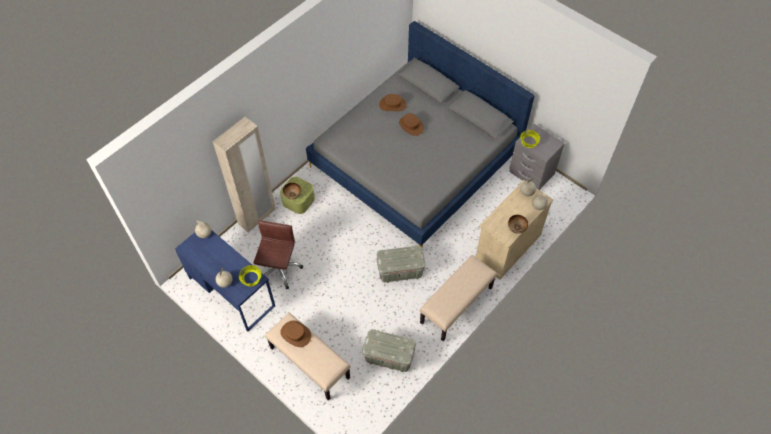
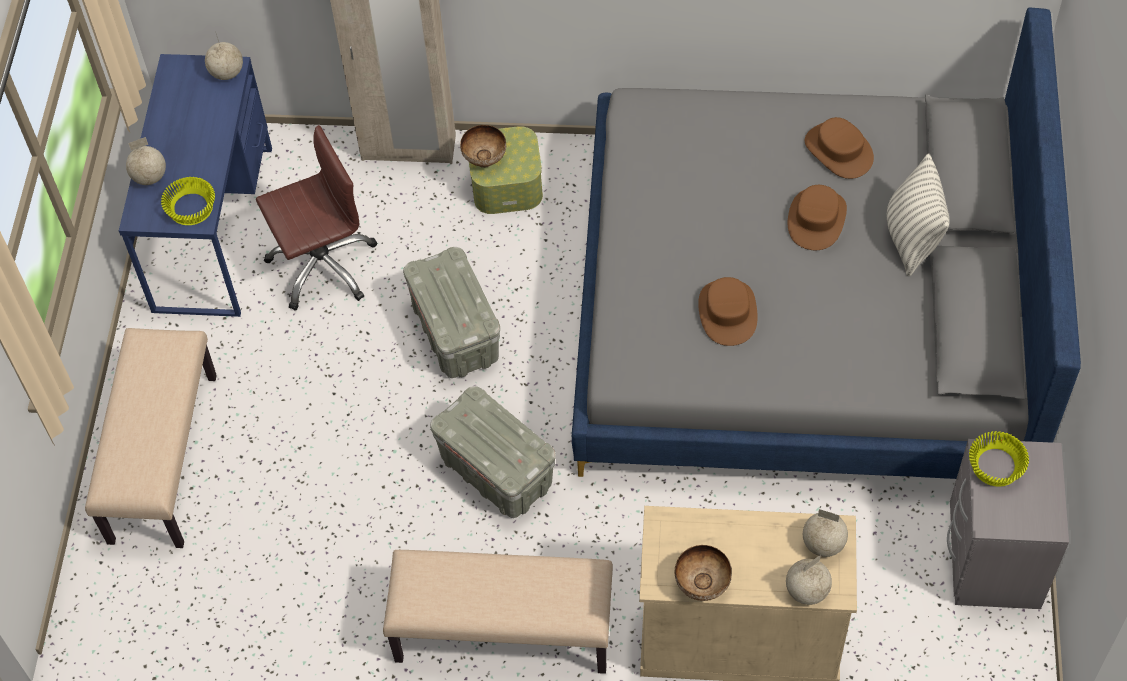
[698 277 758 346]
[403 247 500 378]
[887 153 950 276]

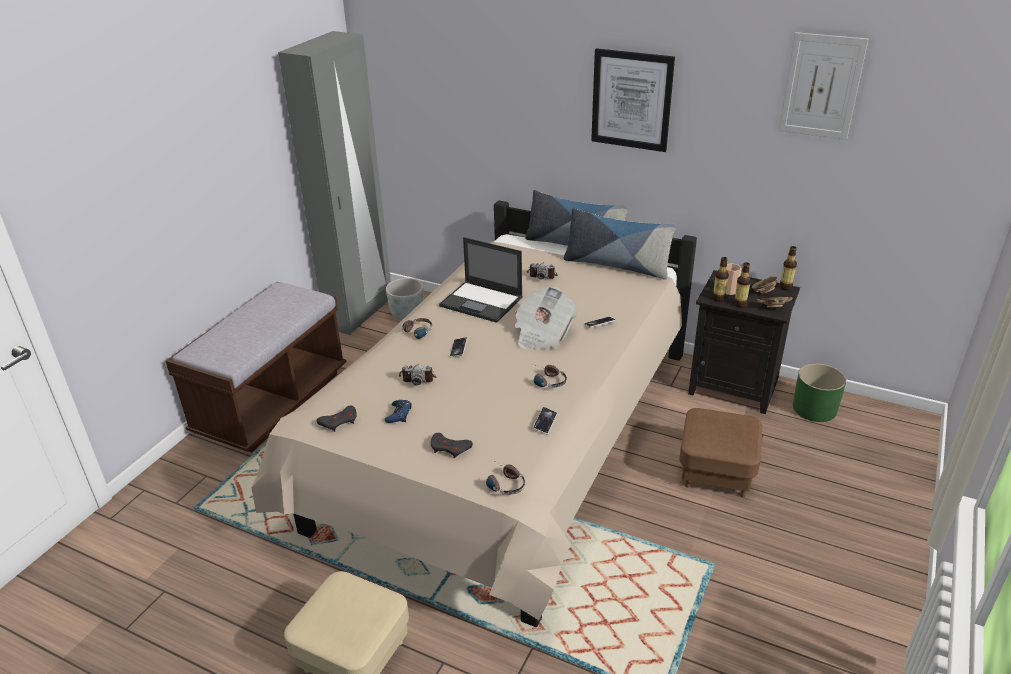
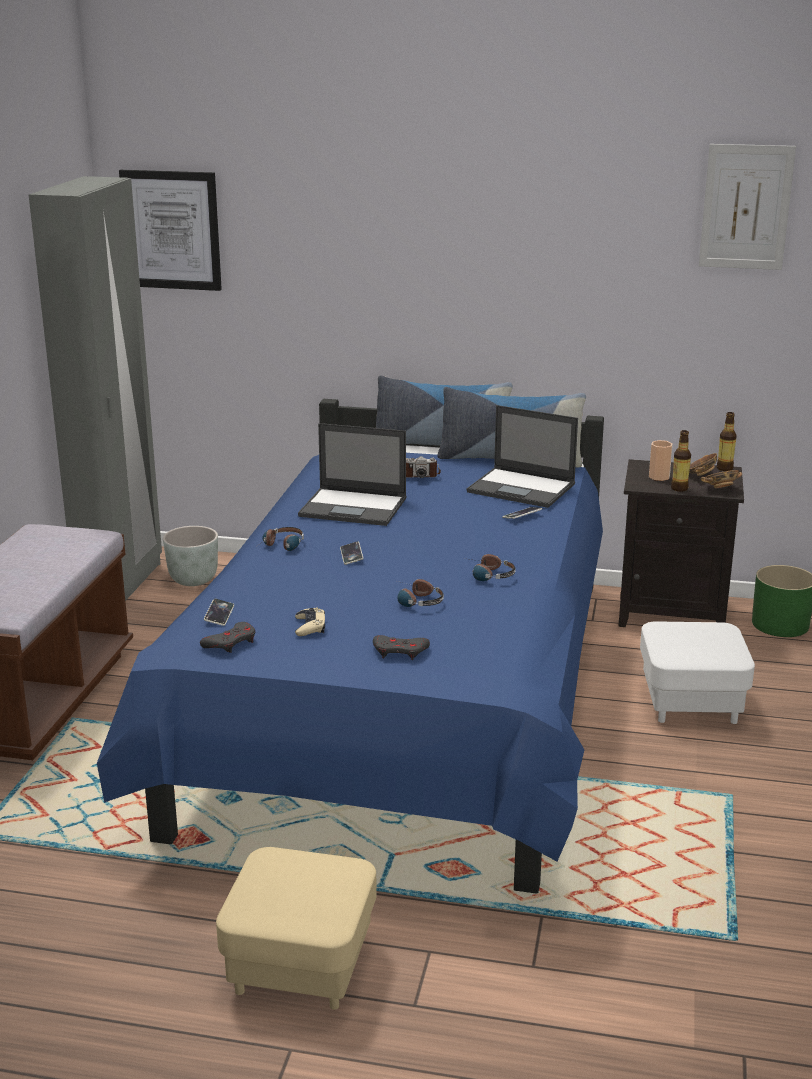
[119 170 222 291]
[97 399 604 894]
[712 257 729 302] (first image)
[515 286 577 349] (first image)
[399 364 436 386] (first image)
[295 608 325 636]
[204 599 234 626]
[640 621 755 724]
[397 579 444 607]
[467 405 578 508]

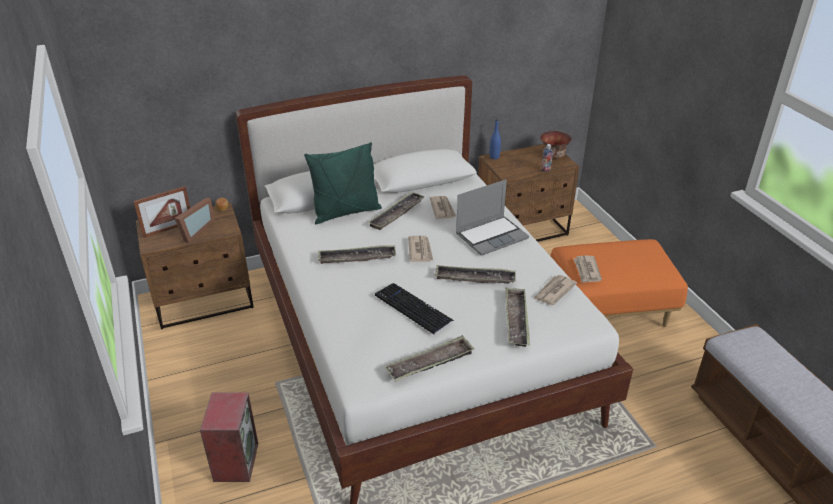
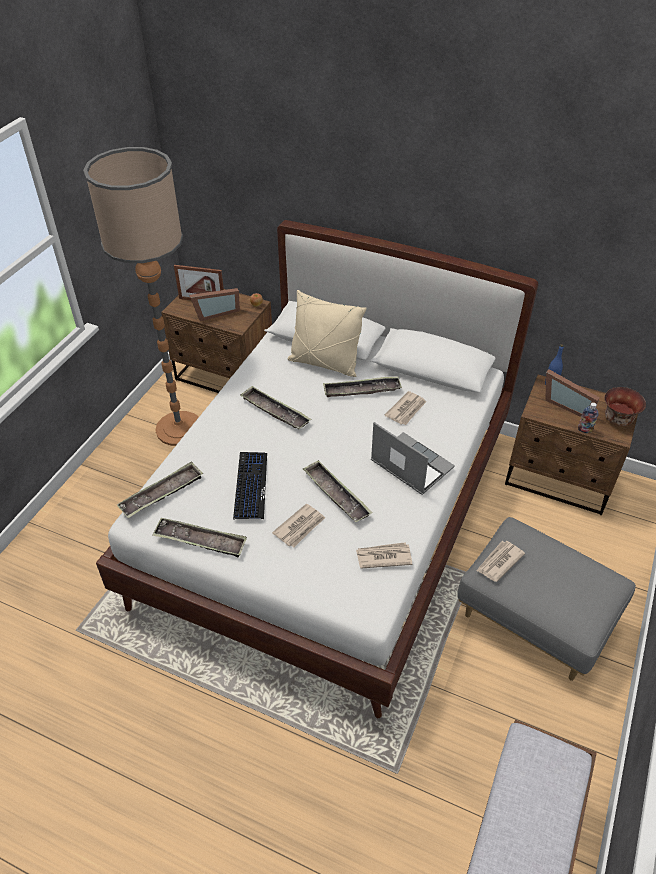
[288 290 367 377]
[371 422 455 495]
[272 503 325 547]
[457 517 636 681]
[117 461 203 518]
[200 392 258 482] (first image)
[83 147 199 446]
[545 369 600 417]

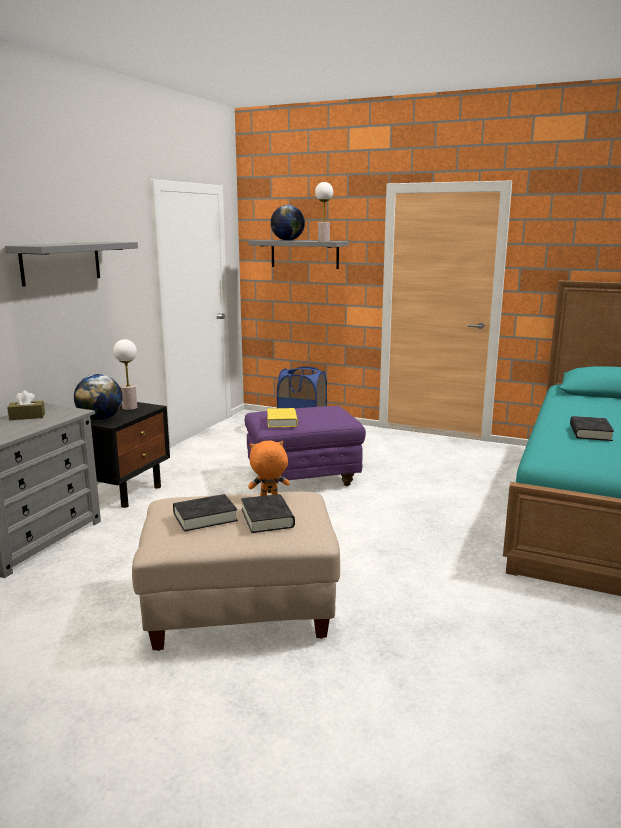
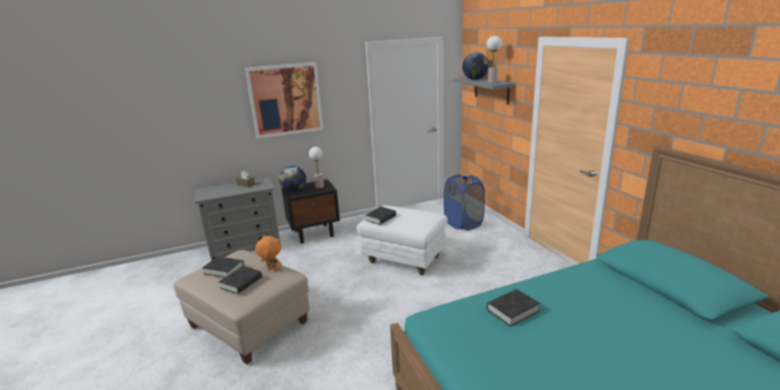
[245 62 324 139]
[357 205 448 275]
[365 207 396 225]

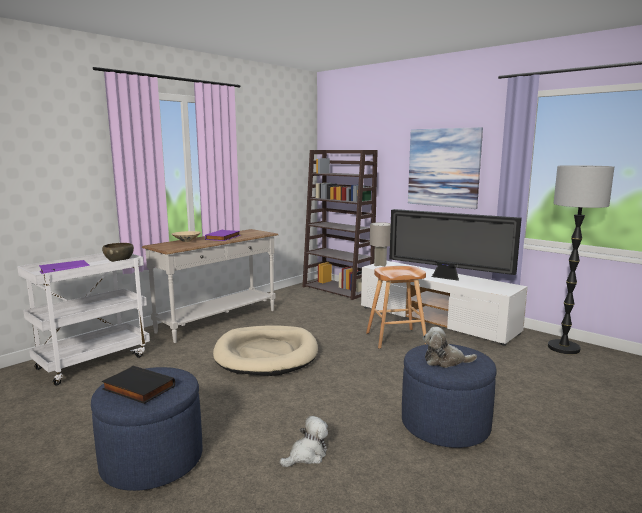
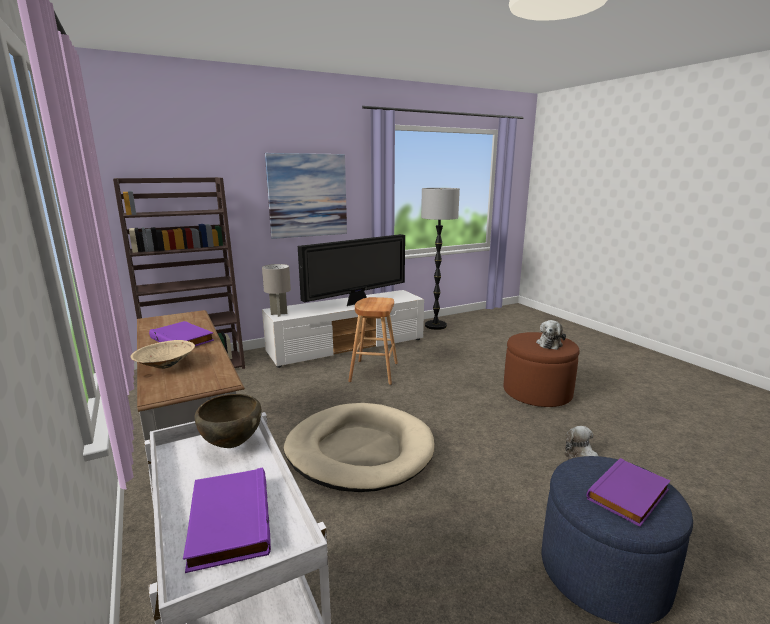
[504 332 579 407]
[586 458 670 527]

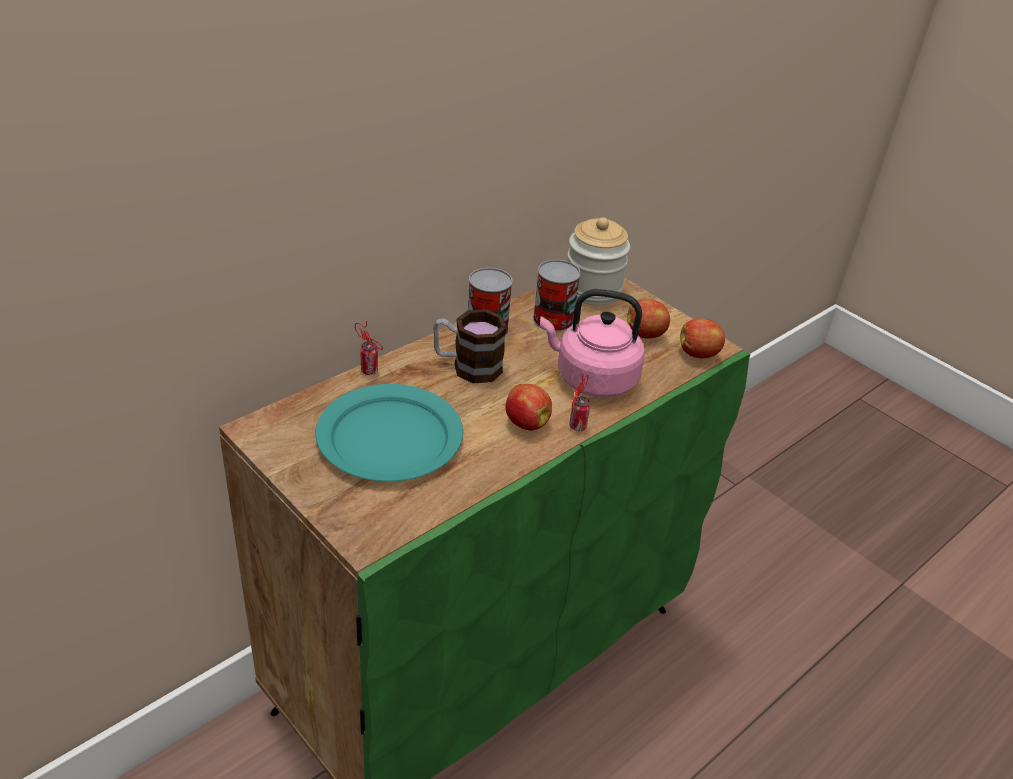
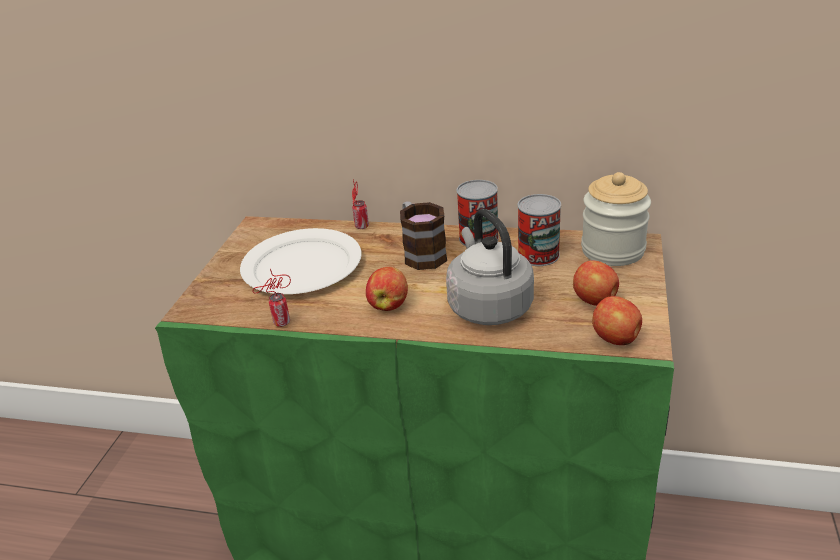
[446 209 534 325]
[252 269 291 327]
[240 228 362 294]

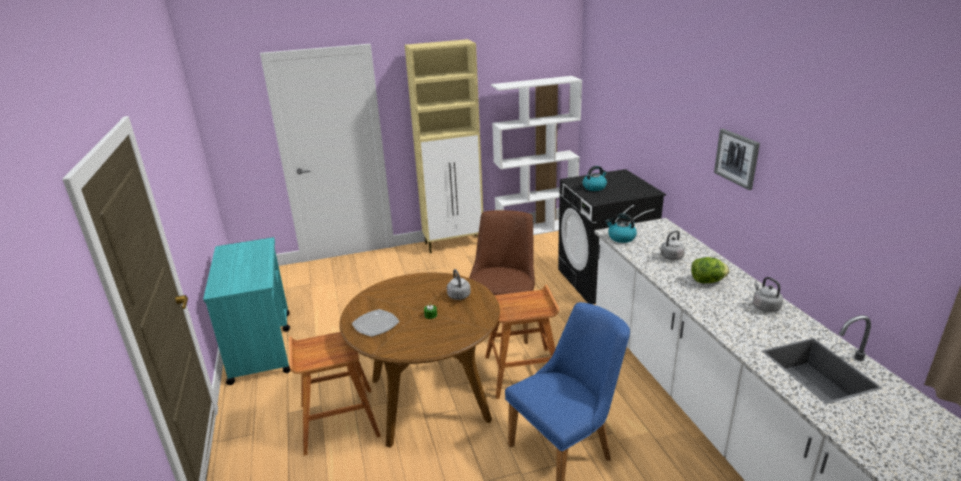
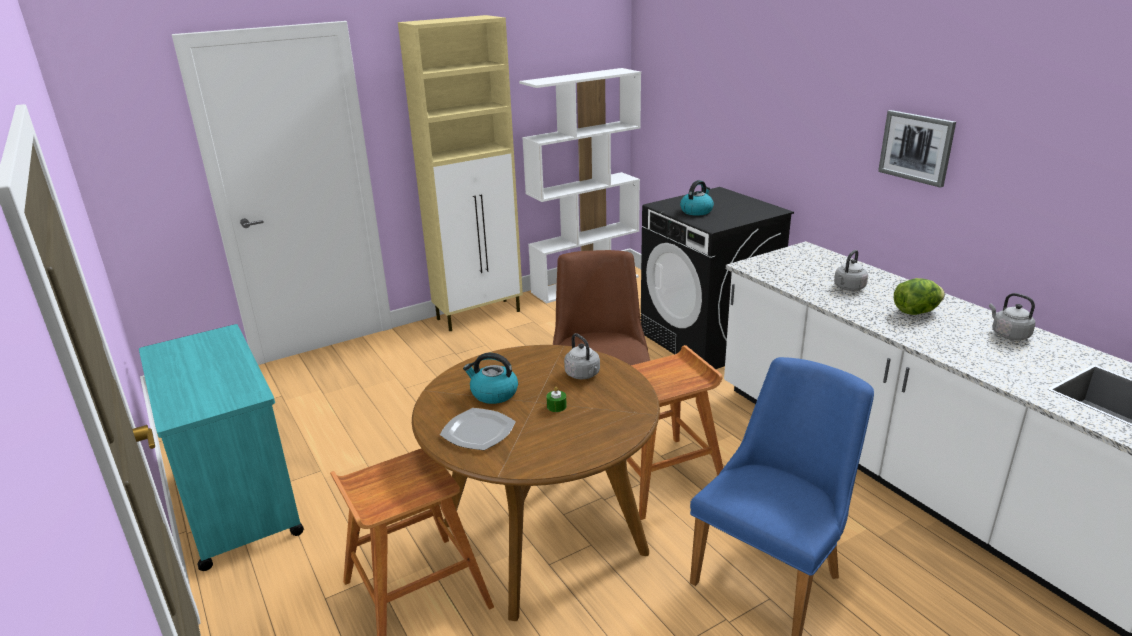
[463 353 518 404]

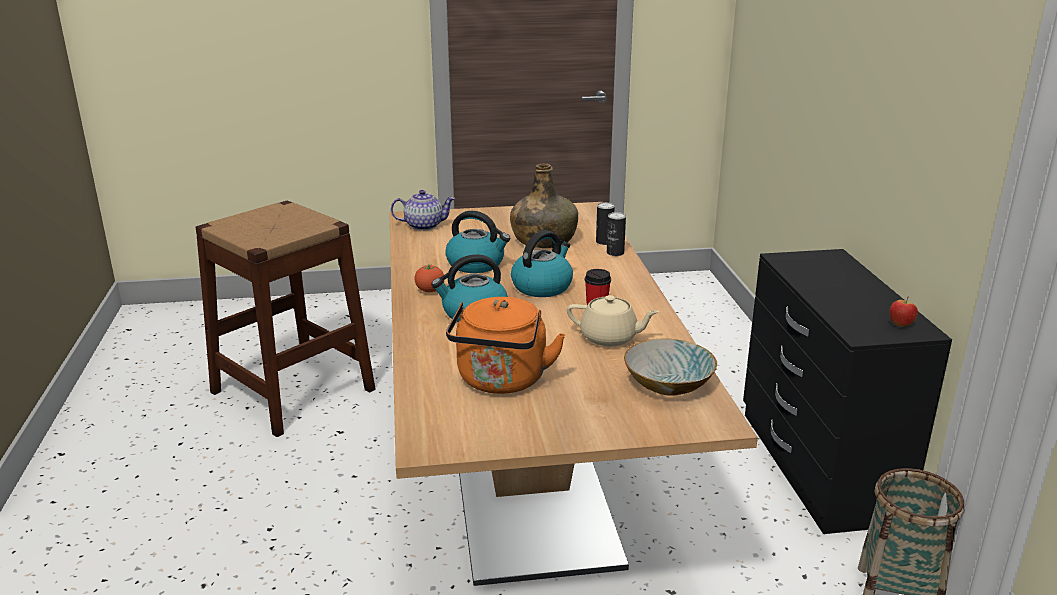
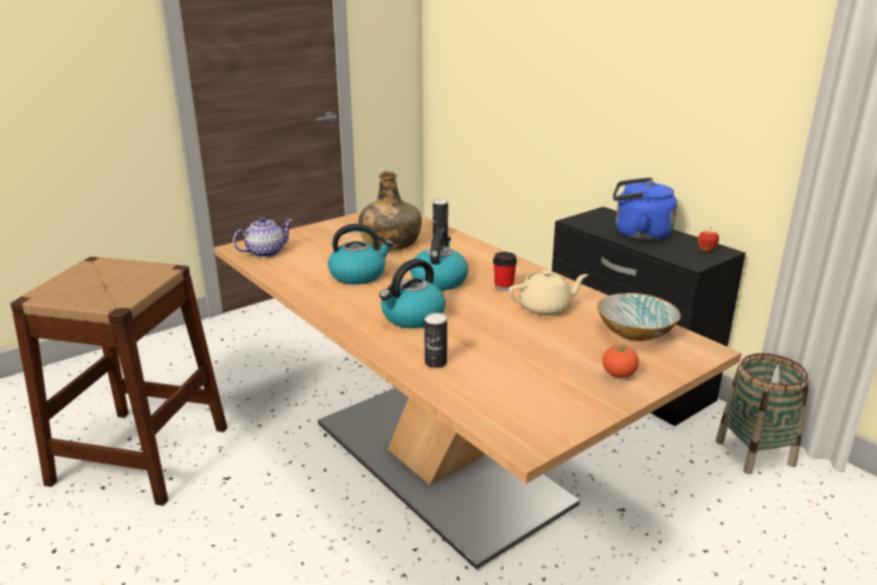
[424 313 447 368]
[602 345 639 378]
[446 297 566 394] (first image)
[613 177 677 241]

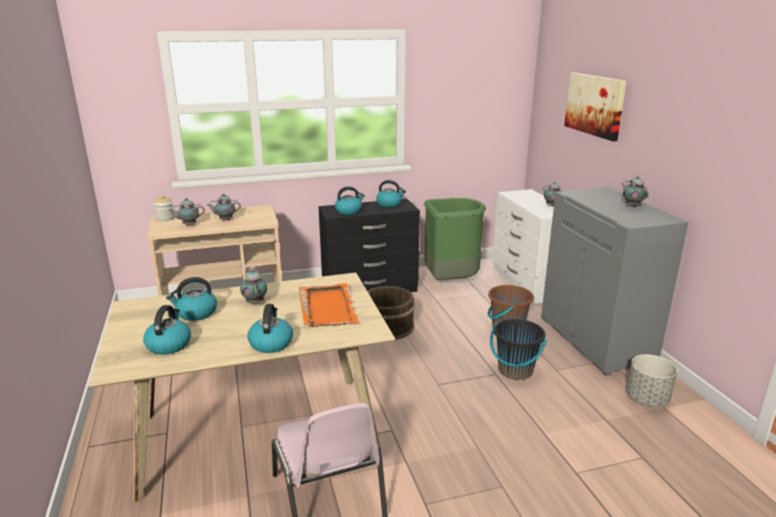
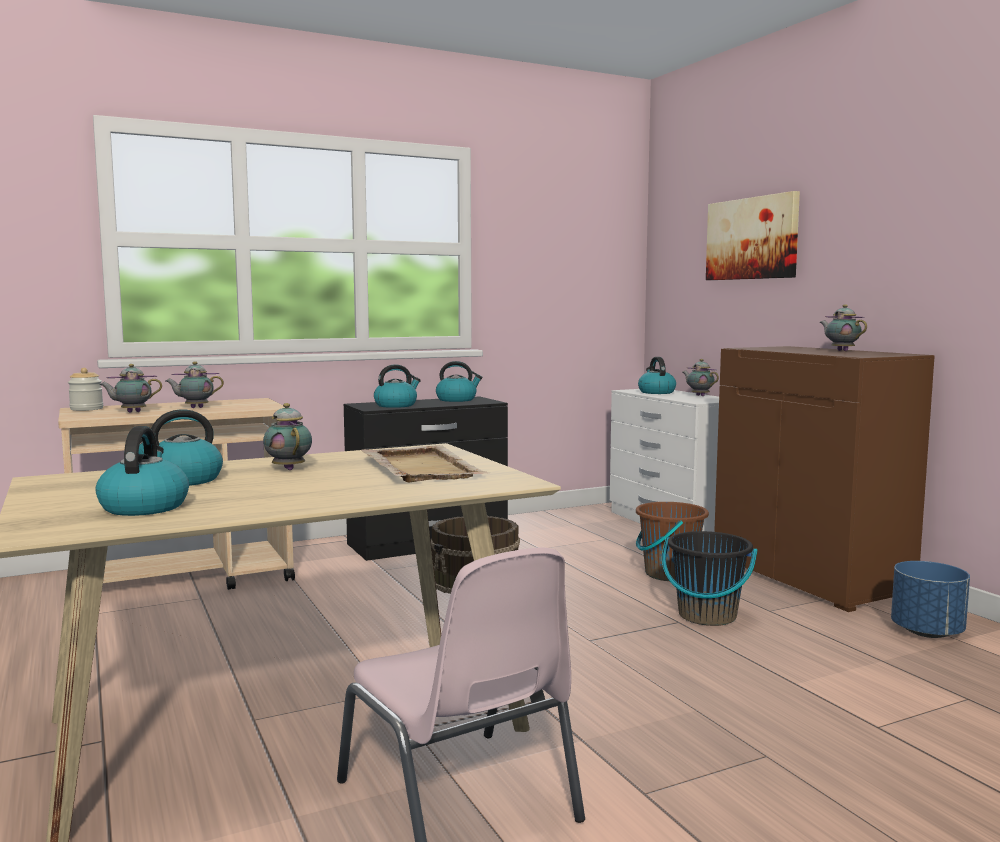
[714 346 935 612]
[424 198 486 280] (first image)
[361 445 489 483]
[638 357 676 394]
[891 561 970 638]

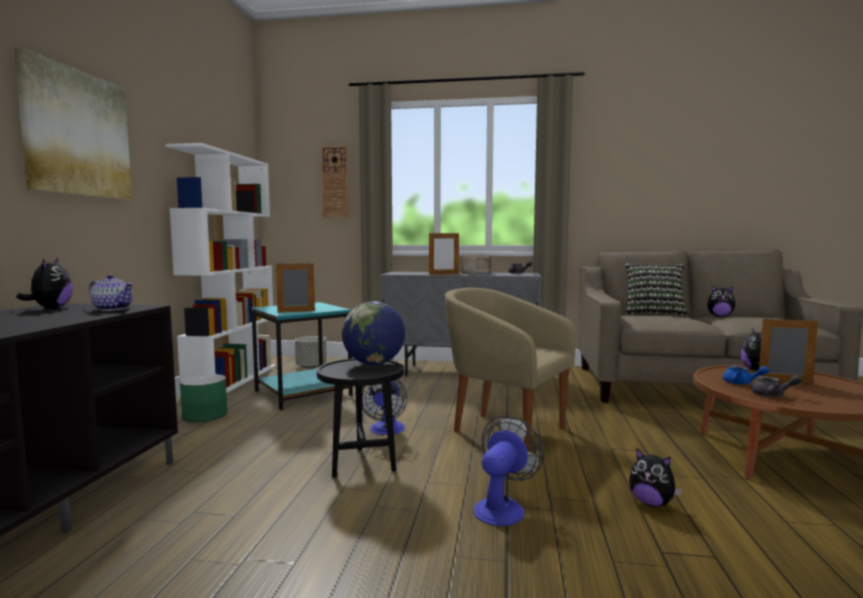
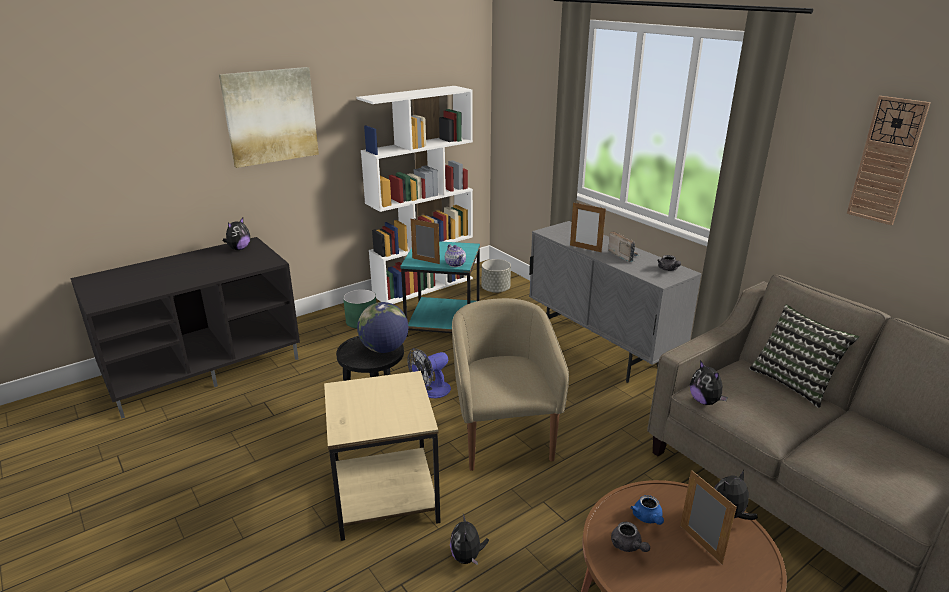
[847 96 931 225]
[445 244 466 267]
[690 360 728 405]
[324 371 441 541]

